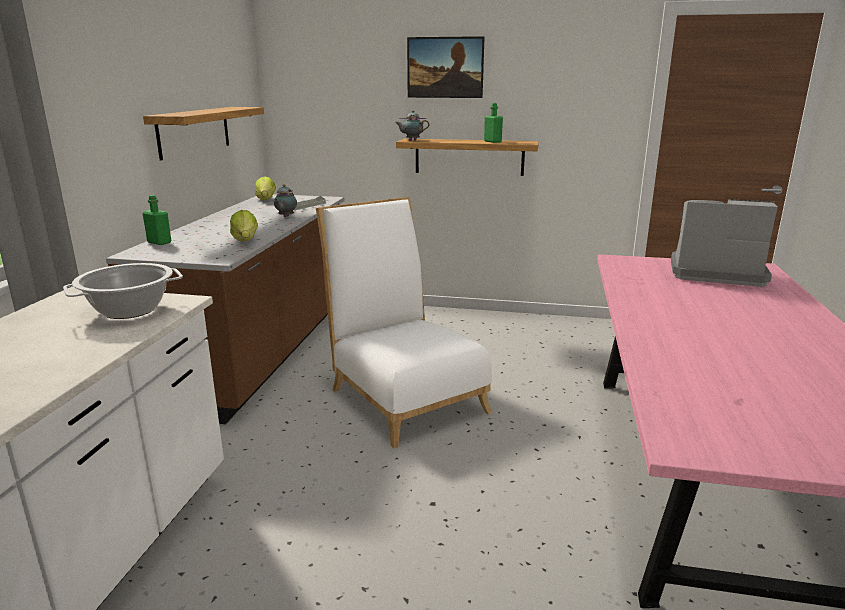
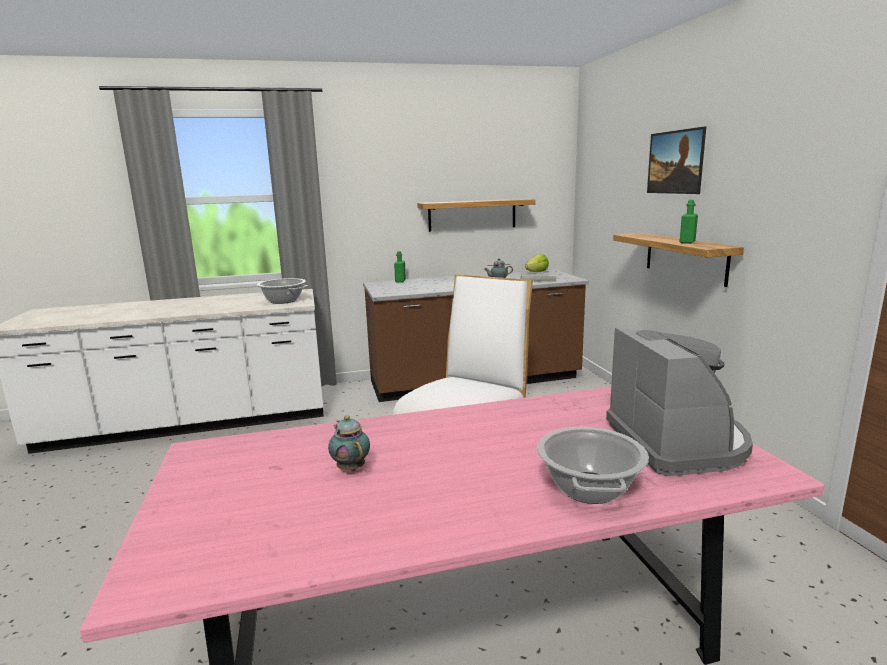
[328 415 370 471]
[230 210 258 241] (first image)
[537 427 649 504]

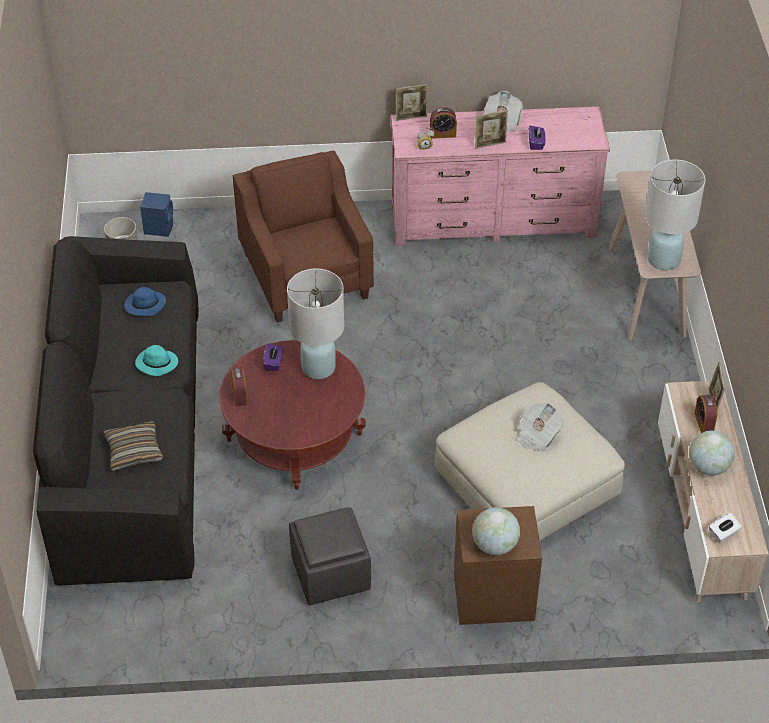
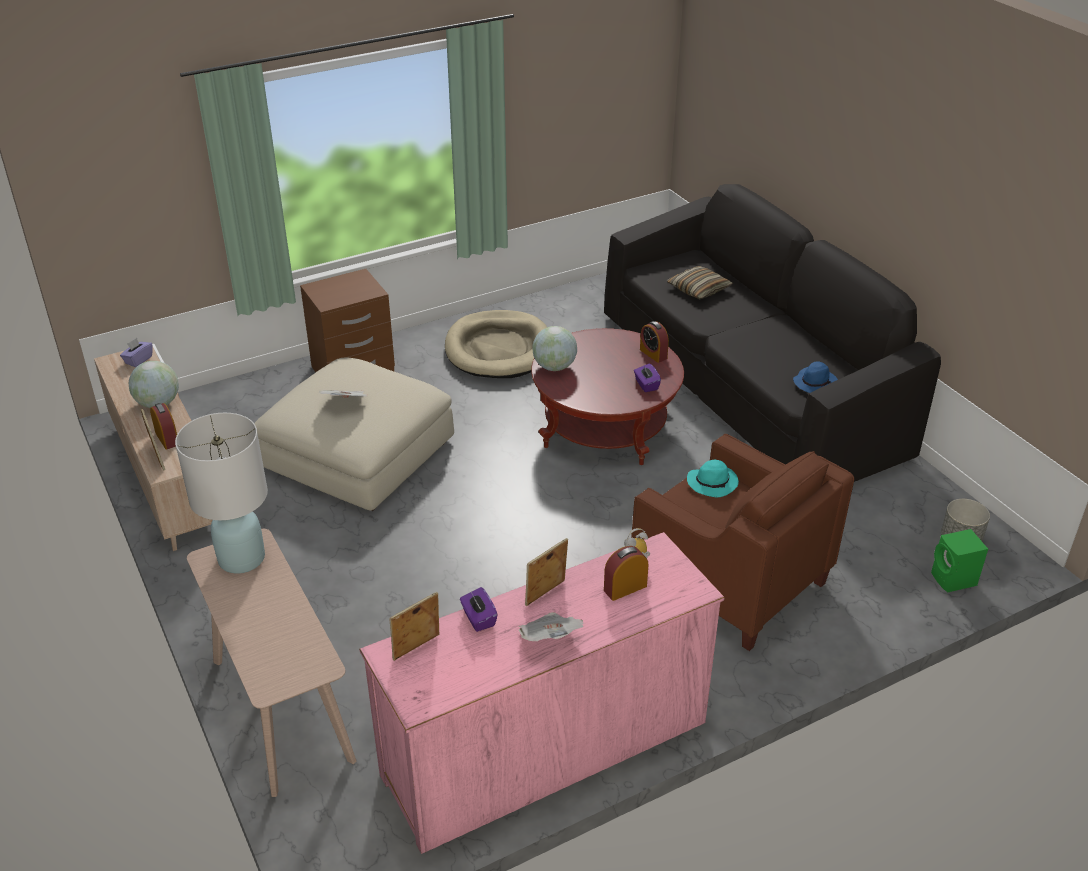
[389 592 439 661]
[931 529 988 593]
[287 268 344 379] (first image)
[687 460 739 497]
[445 310 547 378]
[532 326 577 371]
[120 338 153 367]

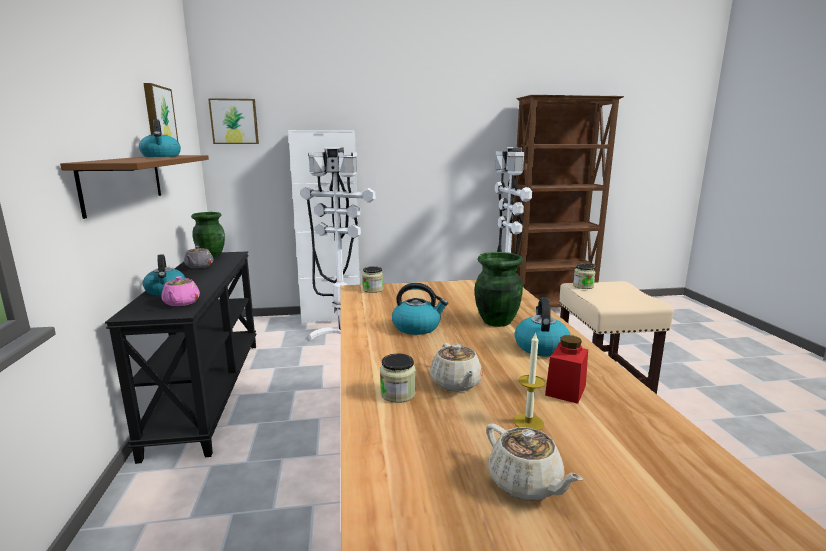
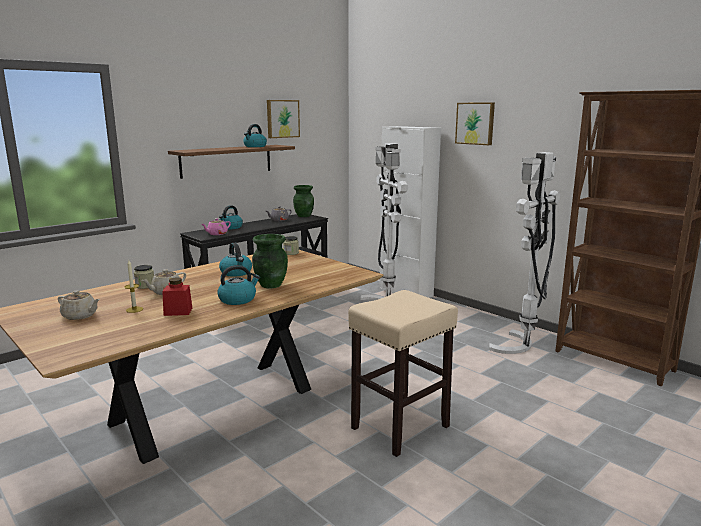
[455 102 495 145]
[573 264 596 289] (first image)
[58 290 100 320]

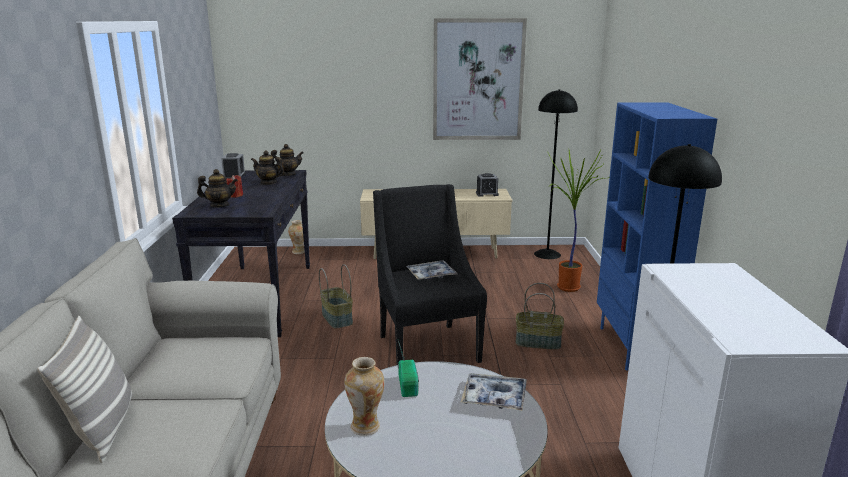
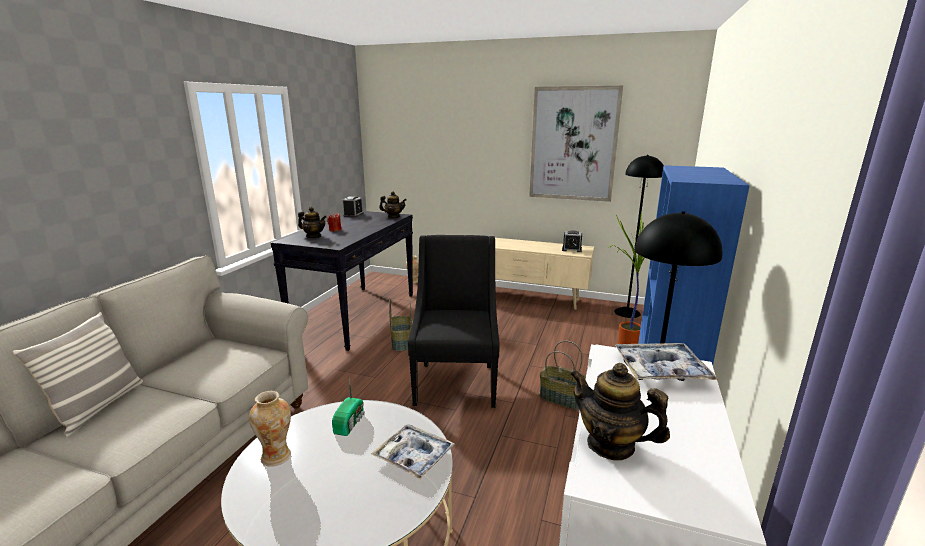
[570 363 670 460]
[615 343 717 381]

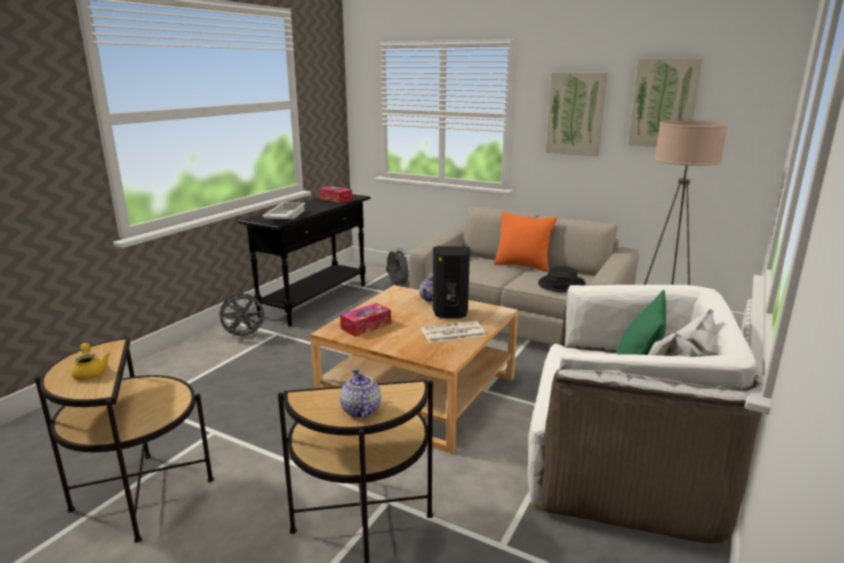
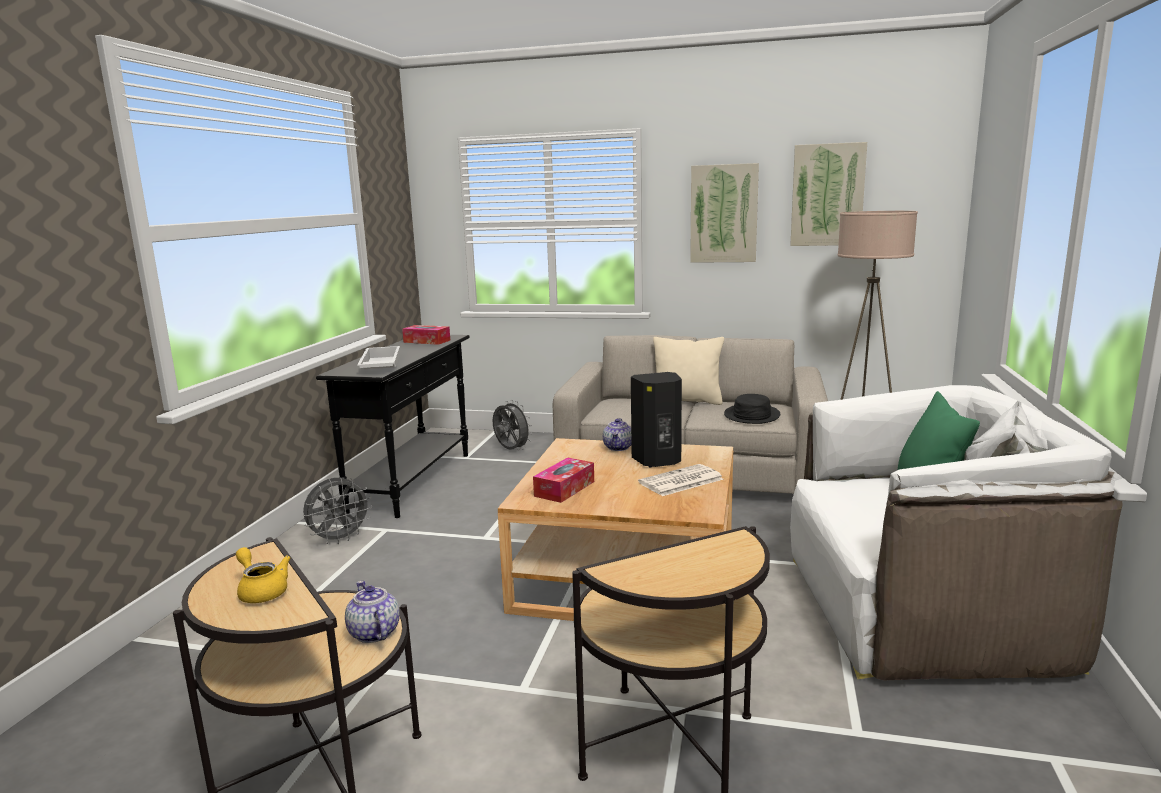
[653 337 724 405]
[345 581 400 643]

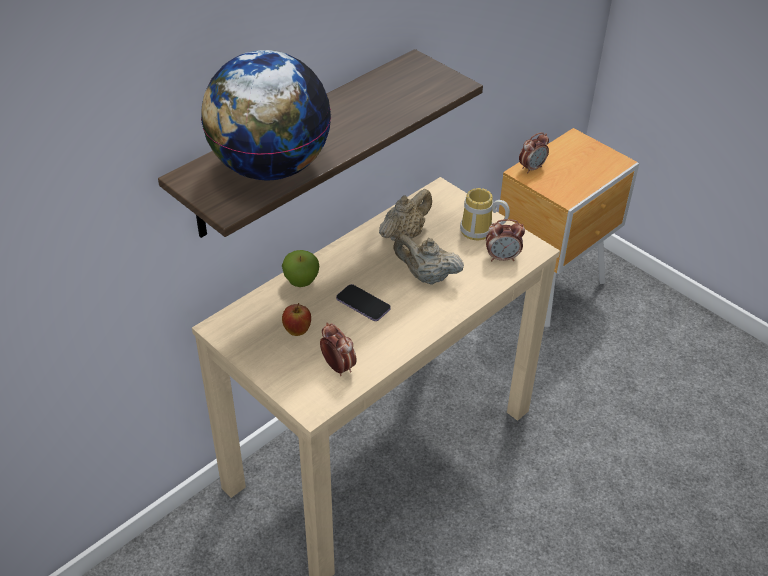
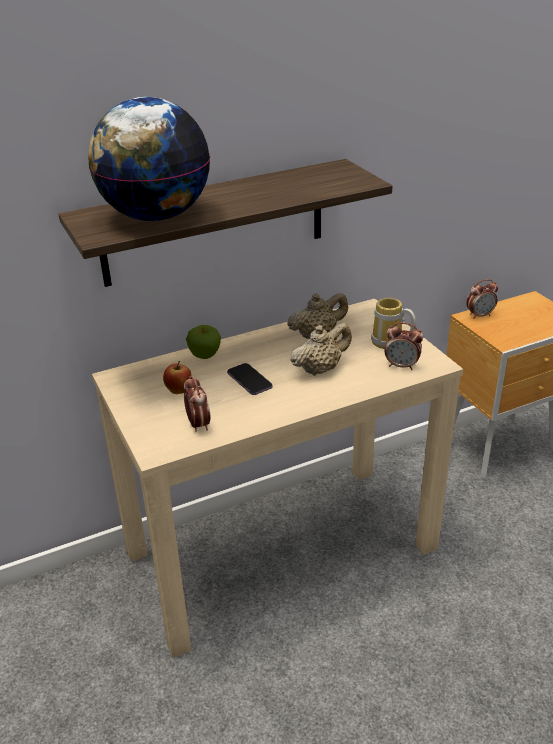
[291 323 352 376]

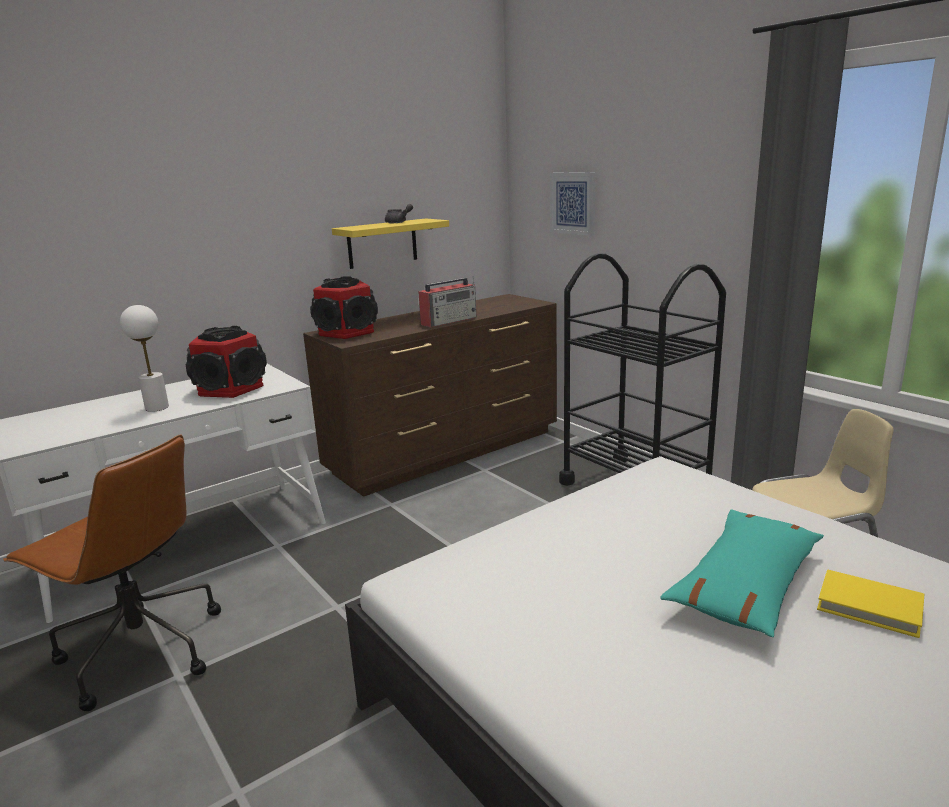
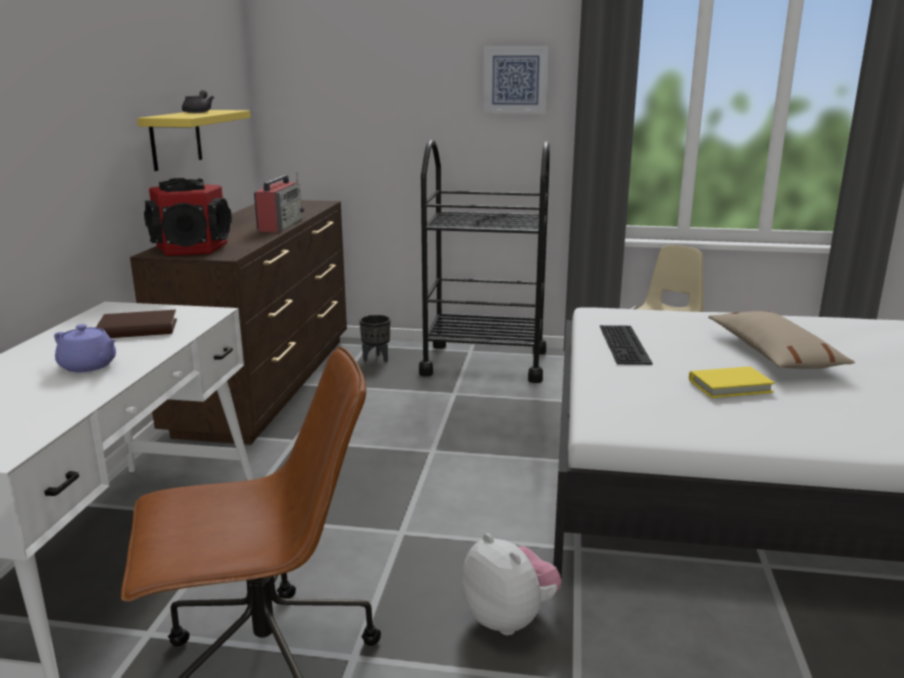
[483 46 549 113]
[54 324 117 372]
[96 310 177 338]
[708 311 855 369]
[689 366 775 398]
[359 315 390 362]
[600 325 653 365]
[462 533 562 635]

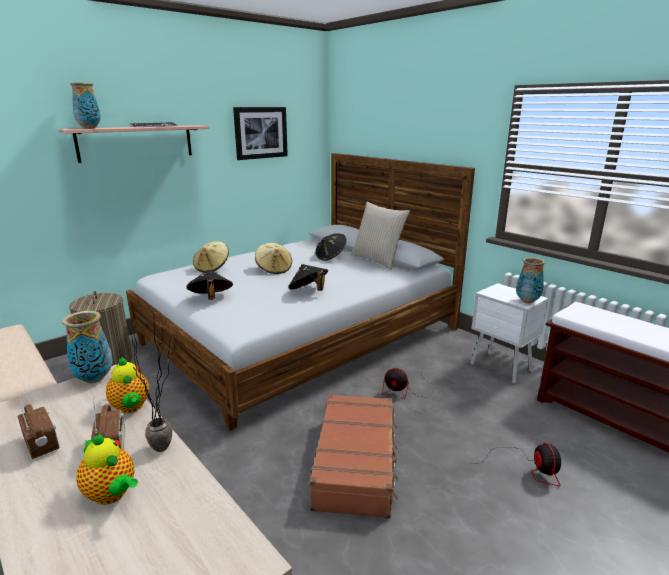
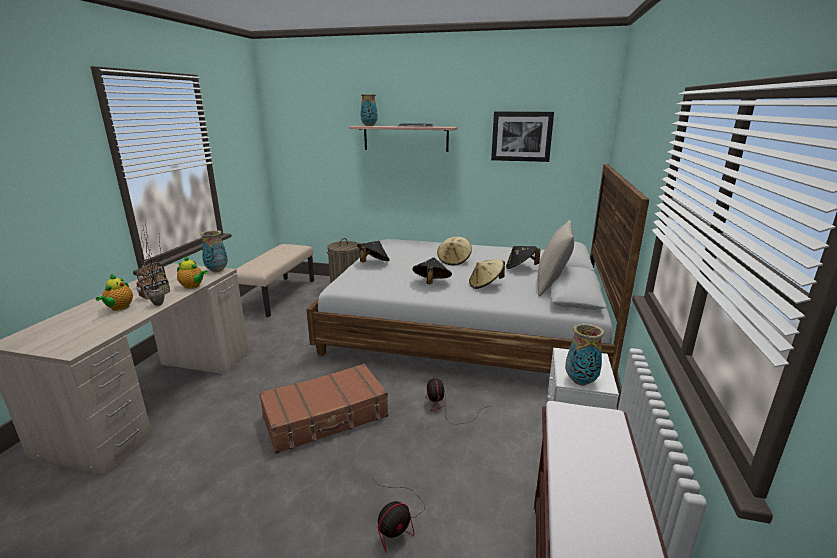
[469 259 505 289]
[177 255 208 289]

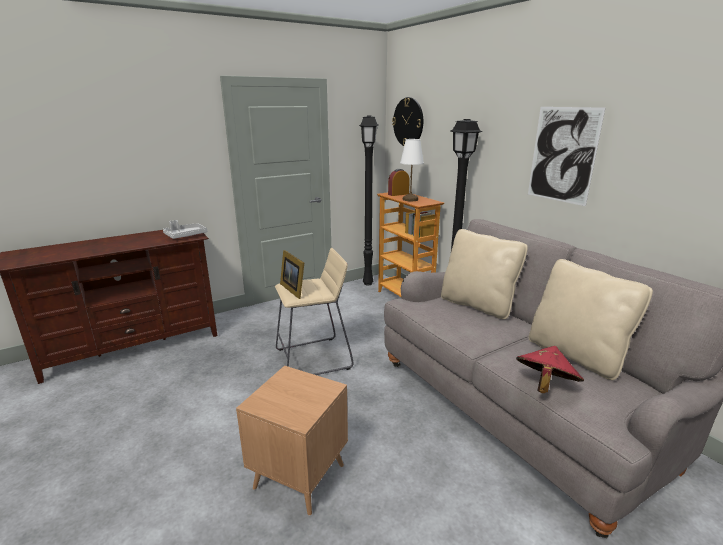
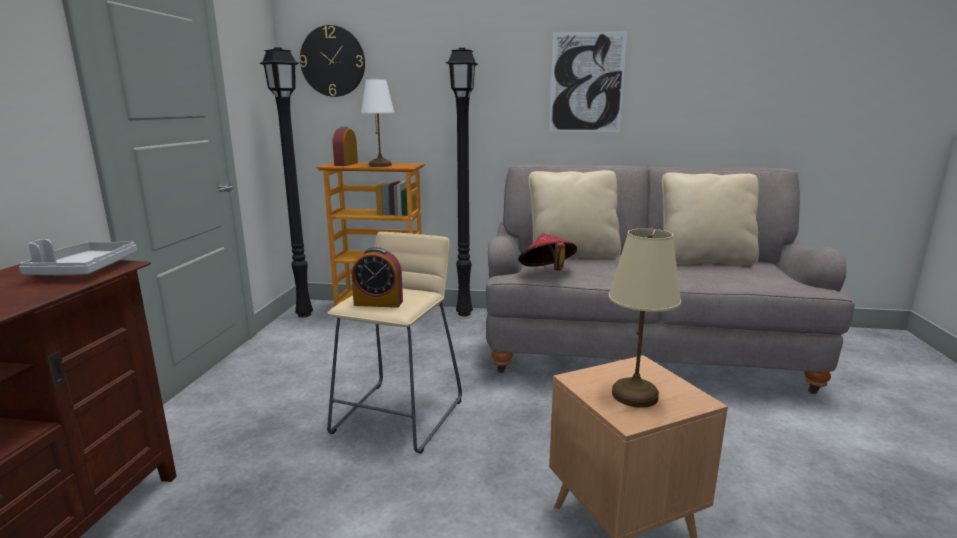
[352 247 403 308]
[518 233 577 271]
[609 228 681 408]

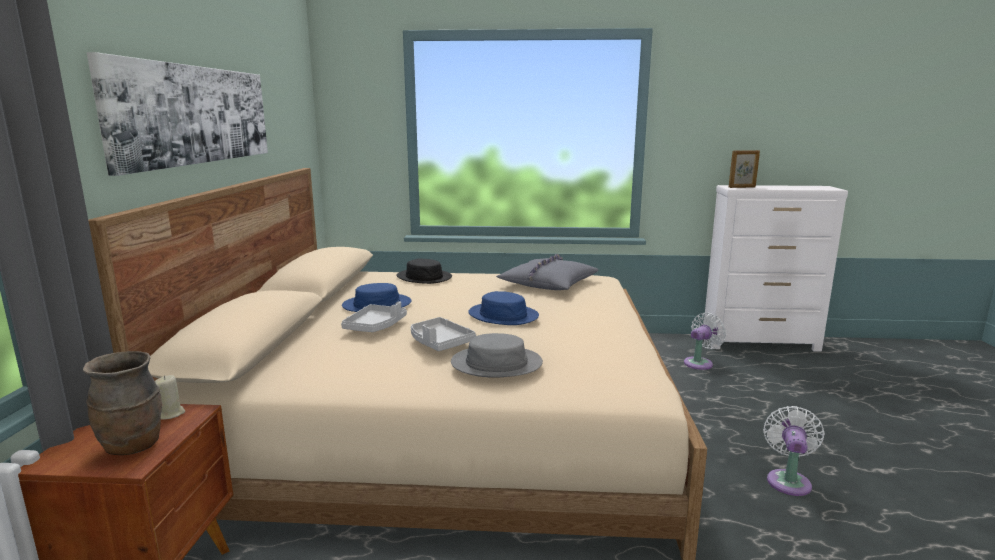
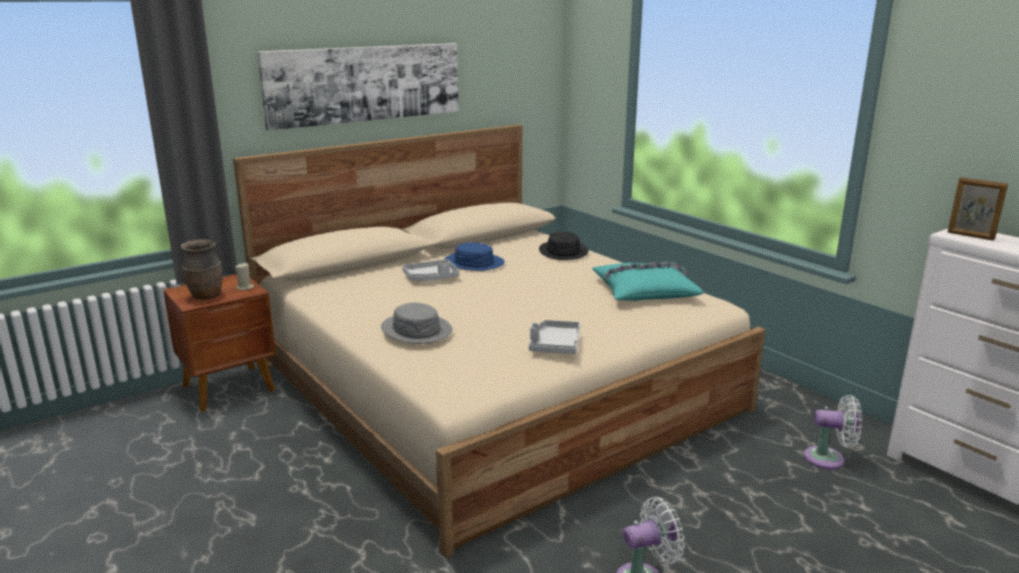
[592 262 703 301]
[468 291 539 325] (first image)
[529 320 581 354]

